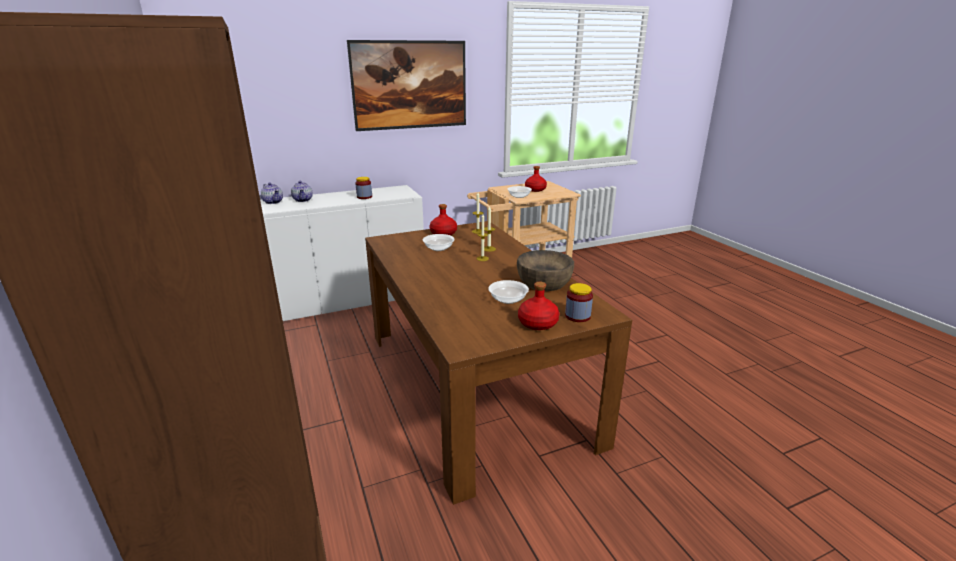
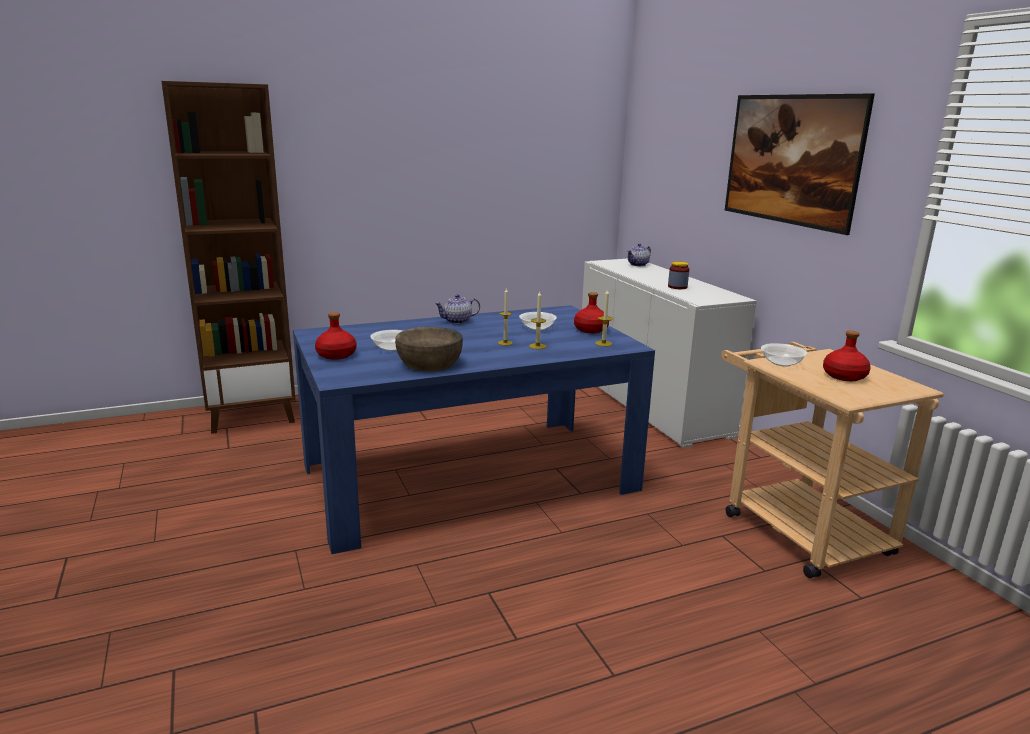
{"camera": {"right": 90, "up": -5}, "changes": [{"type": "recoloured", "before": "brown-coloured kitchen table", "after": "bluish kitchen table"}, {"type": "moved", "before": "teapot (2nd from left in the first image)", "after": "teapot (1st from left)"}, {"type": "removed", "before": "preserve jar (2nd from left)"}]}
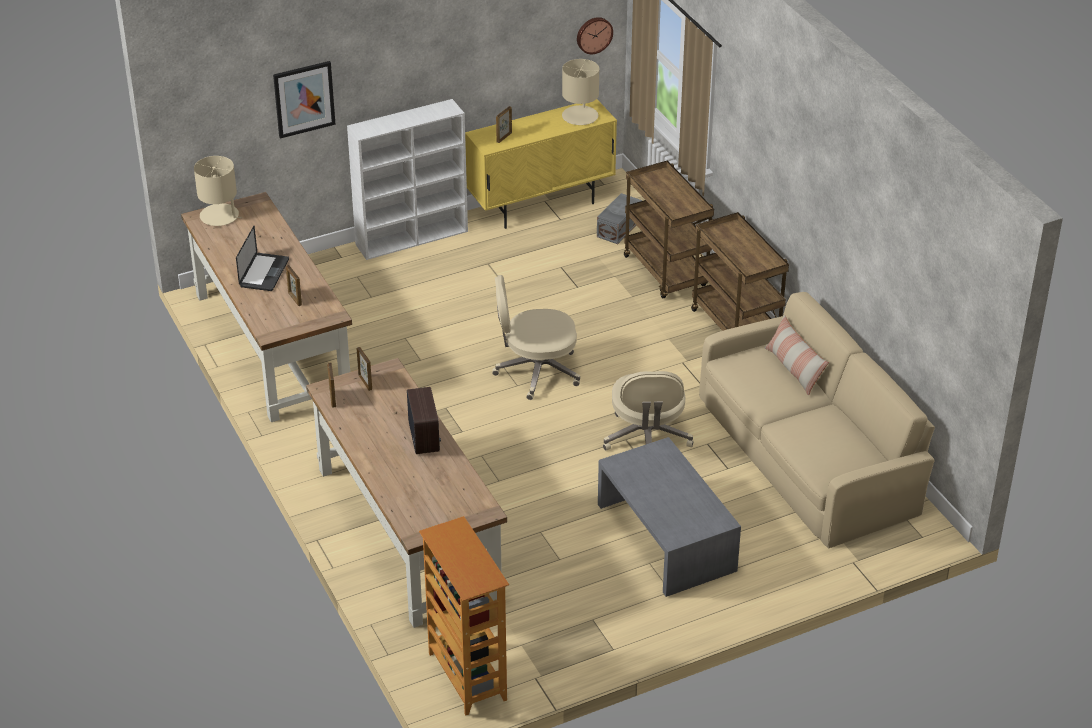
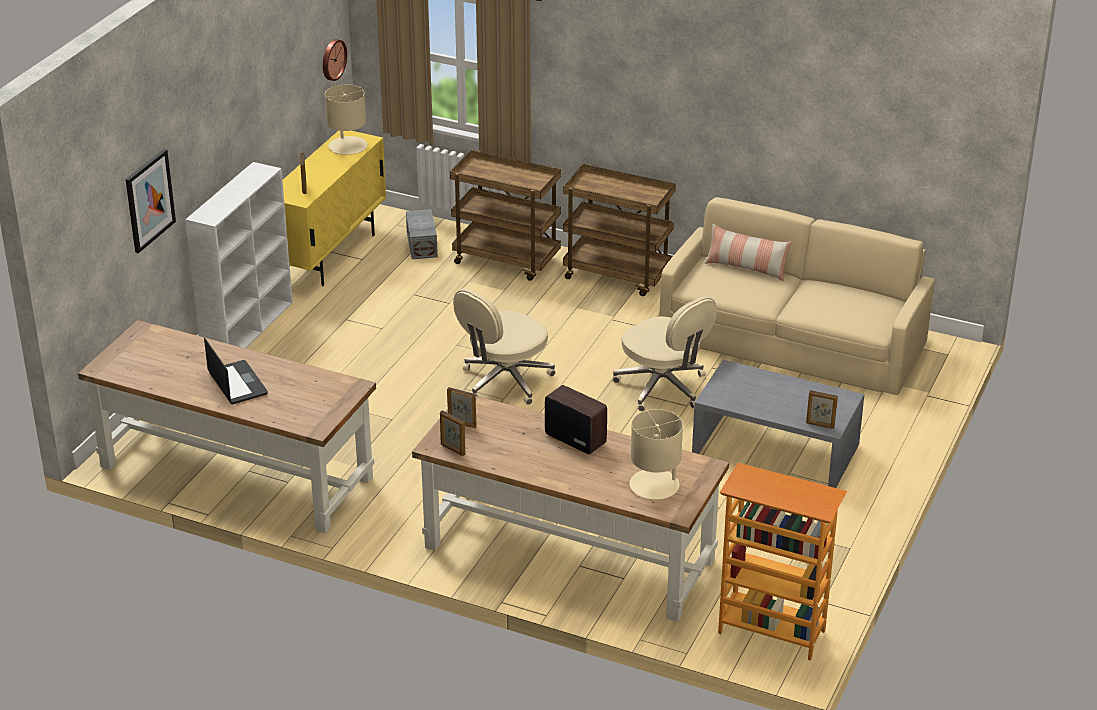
{"camera": {"right": -40, "up": -5}, "changes": [{"type": "moved", "before": "sand-coloured tabletop lamp (1st from left in the first image)", "after": "sand-coloured tabletop lamp (2nd from left)"}, {"type": "moved", "before": "photo frame (1st from left in the first image)", "after": "photo frame (4th from left)"}]}
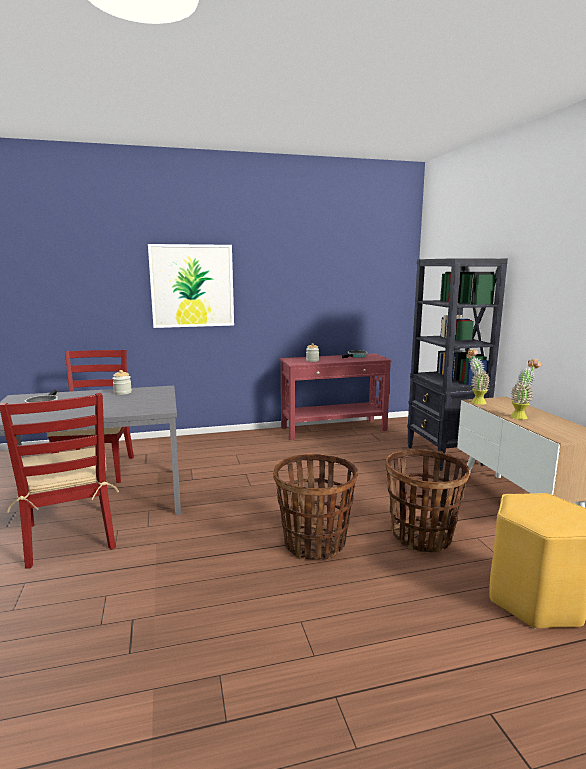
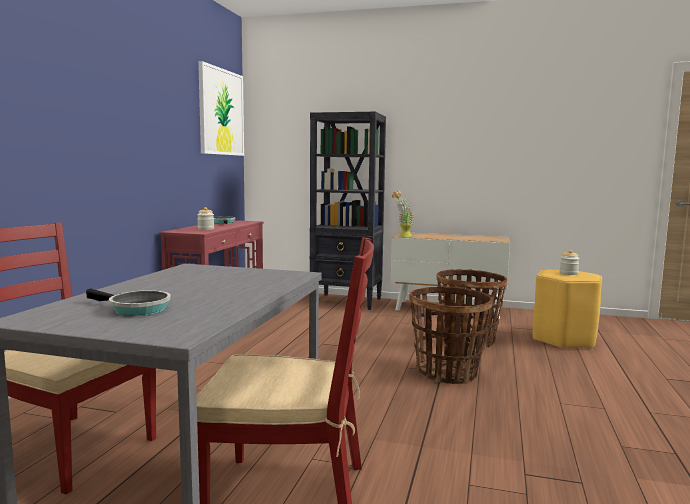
{"camera": {"right": -60, "up": -5}, "changes": [{"type": "moved", "before": "picture"}, {"type": "moved", "before": "preserve jar (1st from left in the first image)", "after": "preserve jar (2nd from left)"}, {"type": "removed", "before": "potted plant (2nd from left)"}]}
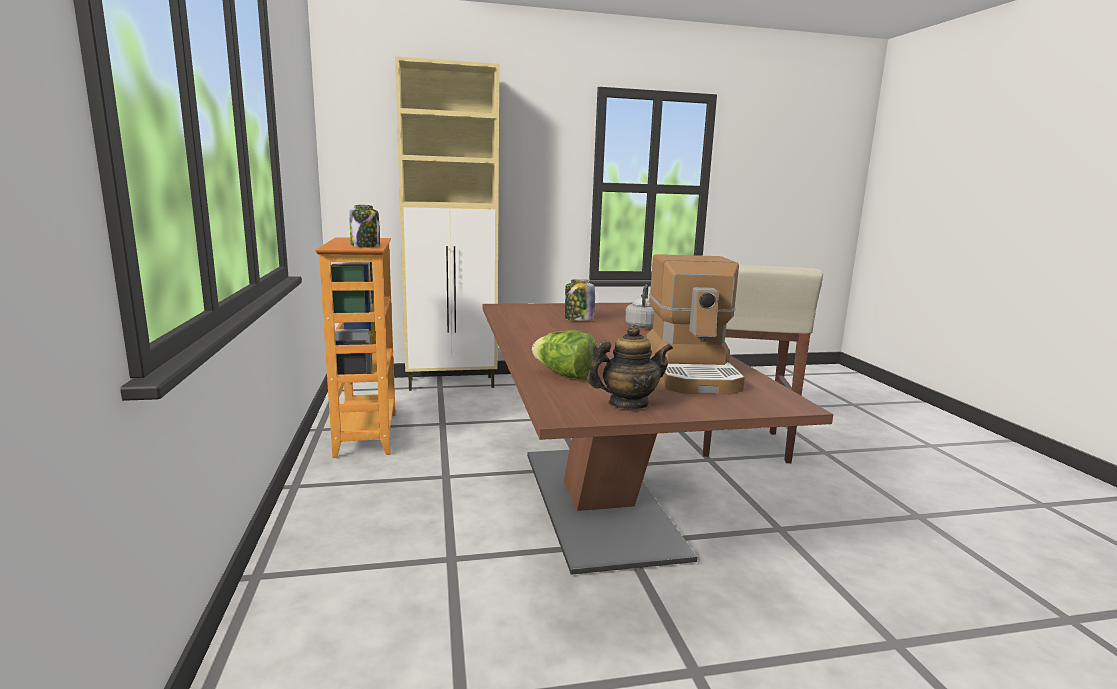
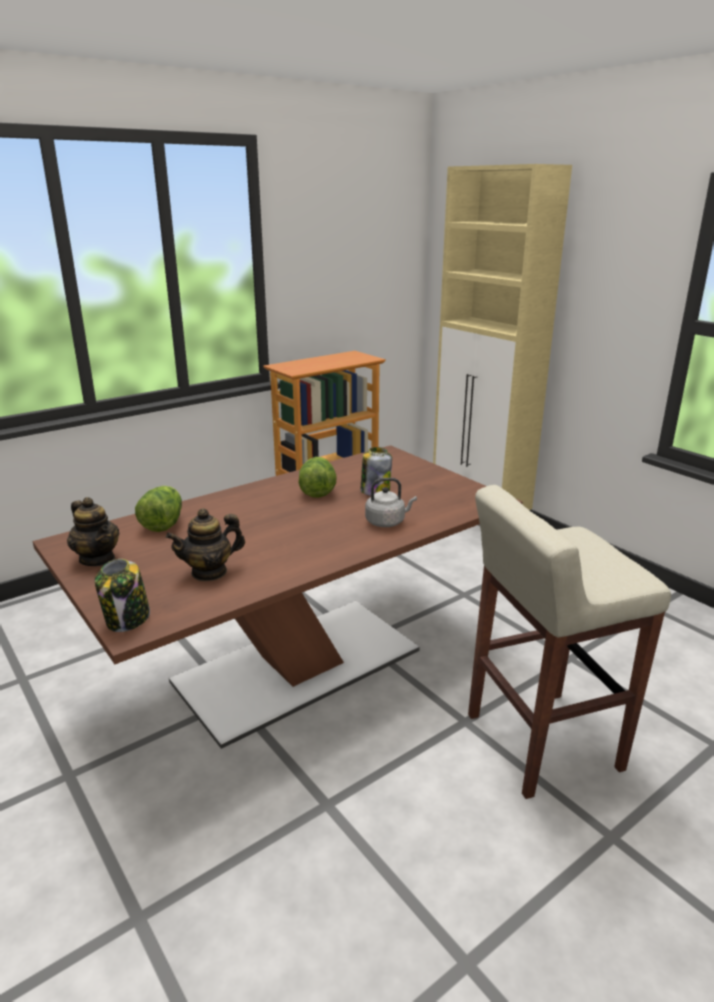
{"camera": {"right": 65, "up": 10}, "changes": [{"type": "moved", "before": "preserve jar (1st from left)"}, {"type": "replaced", "before": "coffee brewer", "after": "teapot (2nd from left)"}, {"type": "added", "after": "head of lettuce (2nd from left)"}]}
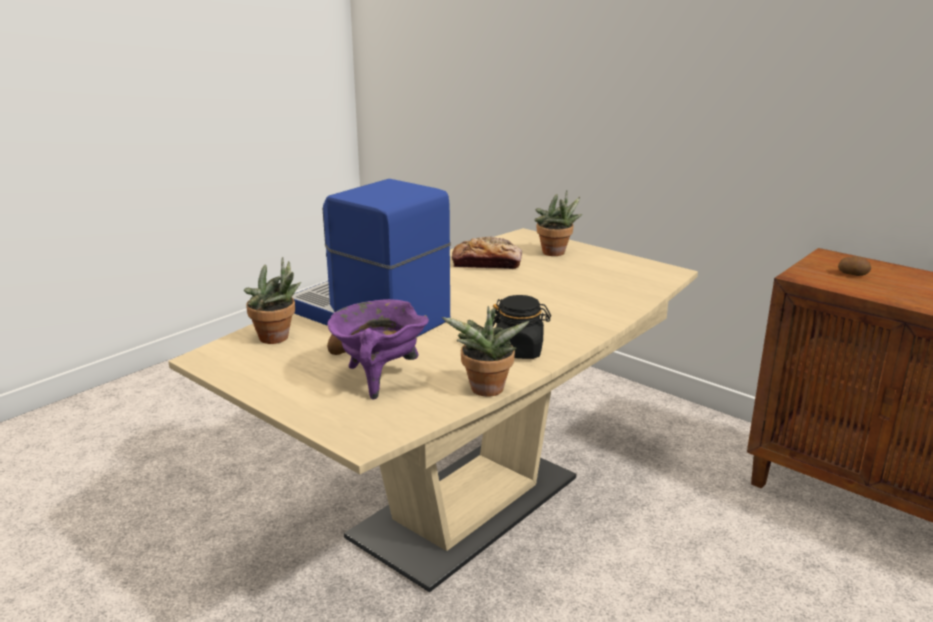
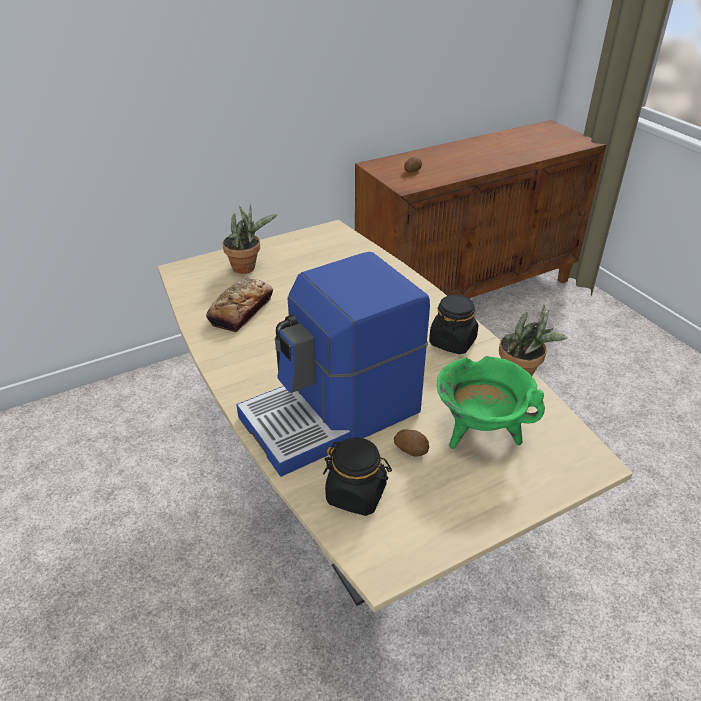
{"camera": {"right": -70, "up": 15}, "changes": [{"type": "replaced", "before": "potted plant (1st from left)", "after": "black preserve jar (1st from left)"}, {"type": "recoloured", "before": "purplish saucepot", "after": "green saucepot"}]}
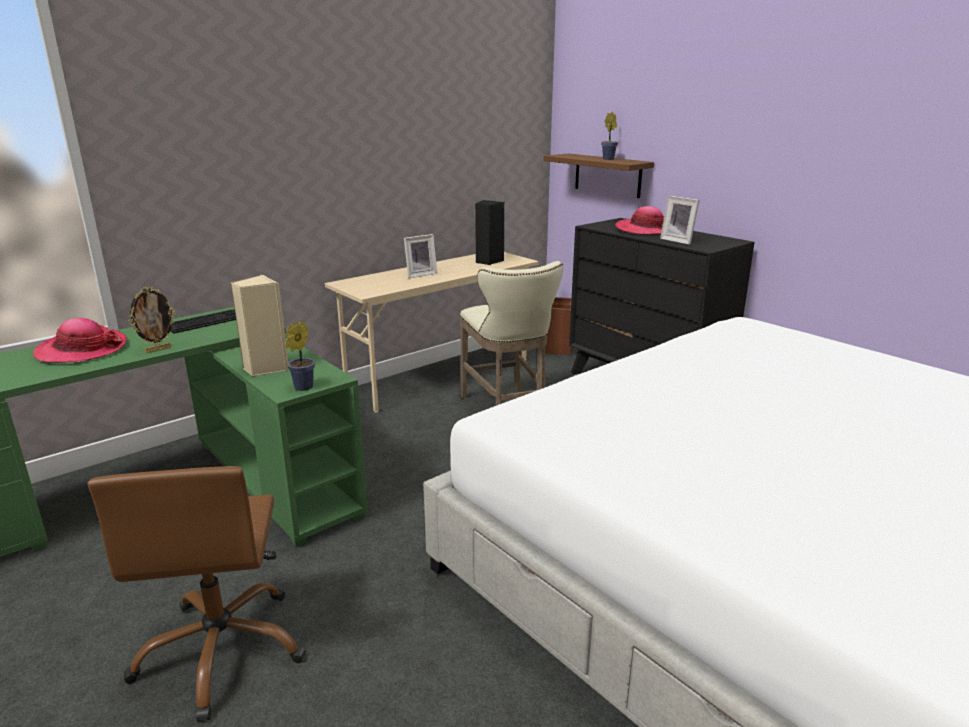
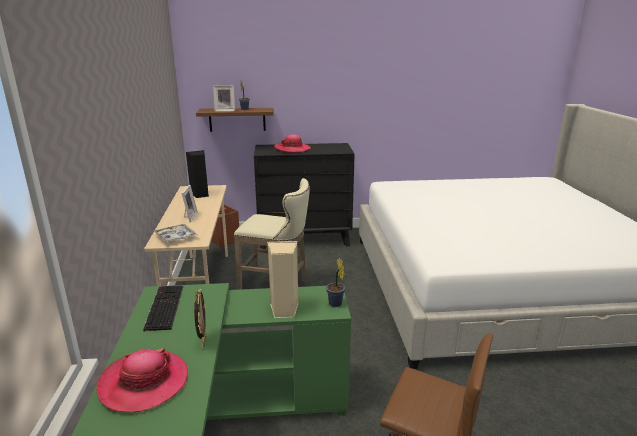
{"camera": {"right": -55, "up": 0}, "changes": [{"type": "added", "after": "serving tray"}, {"type": "moved", "before": "photo frame (3rd from left)"}]}
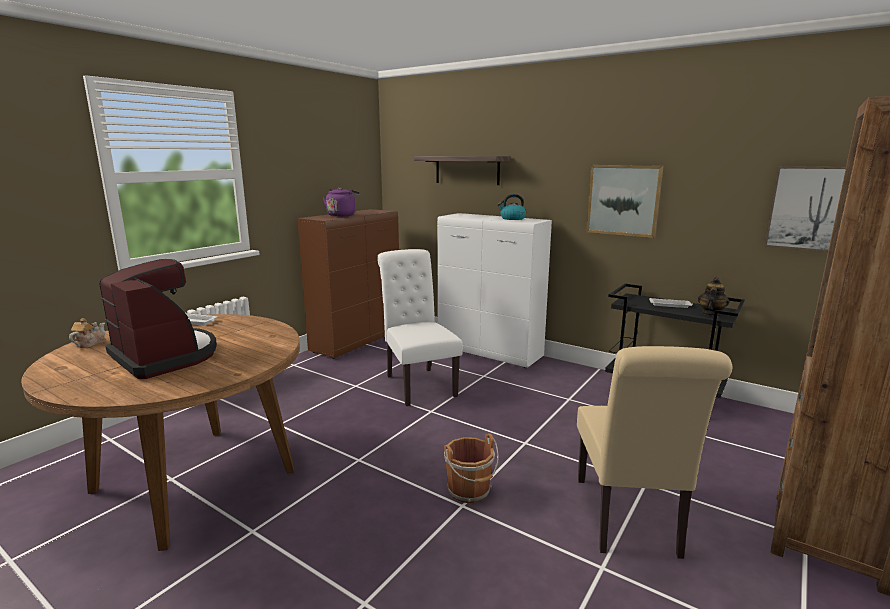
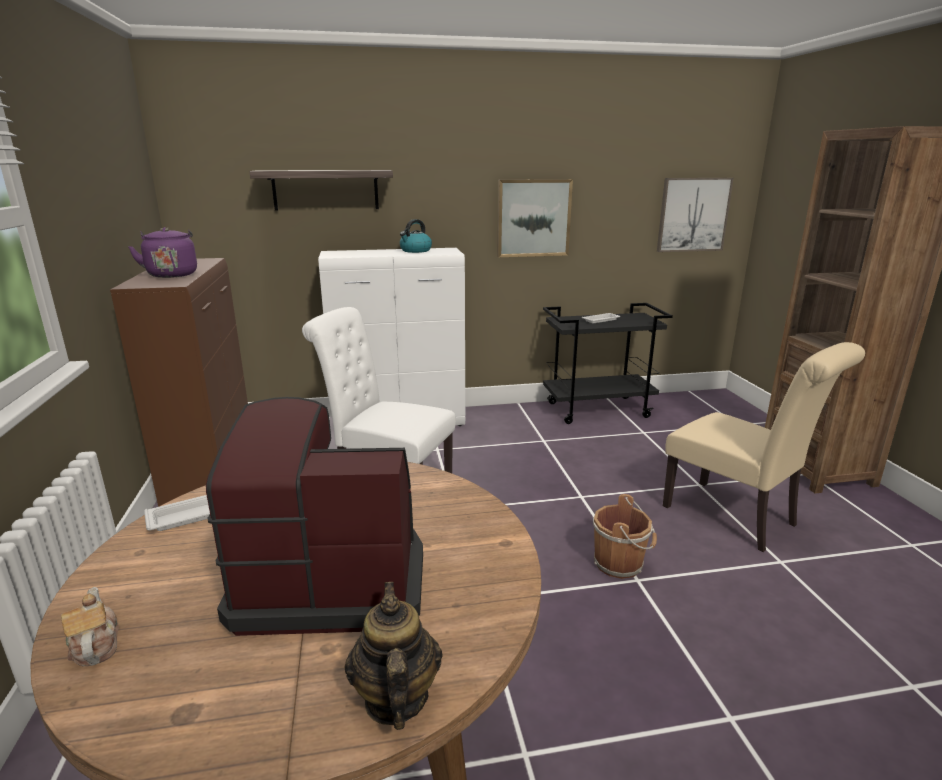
{"camera": {"right": -45, "up": 5}, "changes": [{"type": "moved", "before": "teapot (2nd from left)"}]}
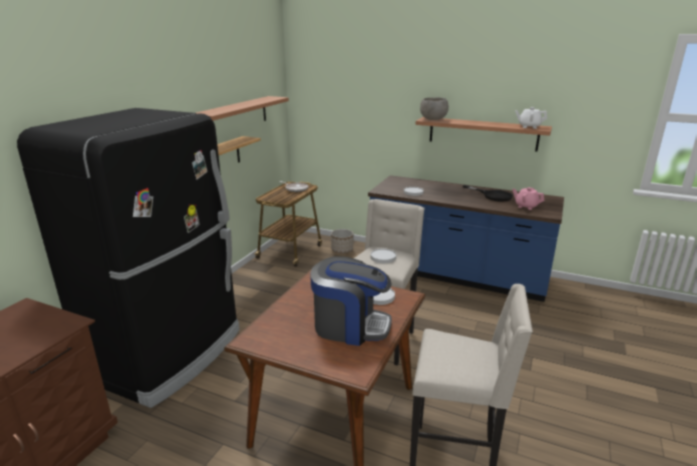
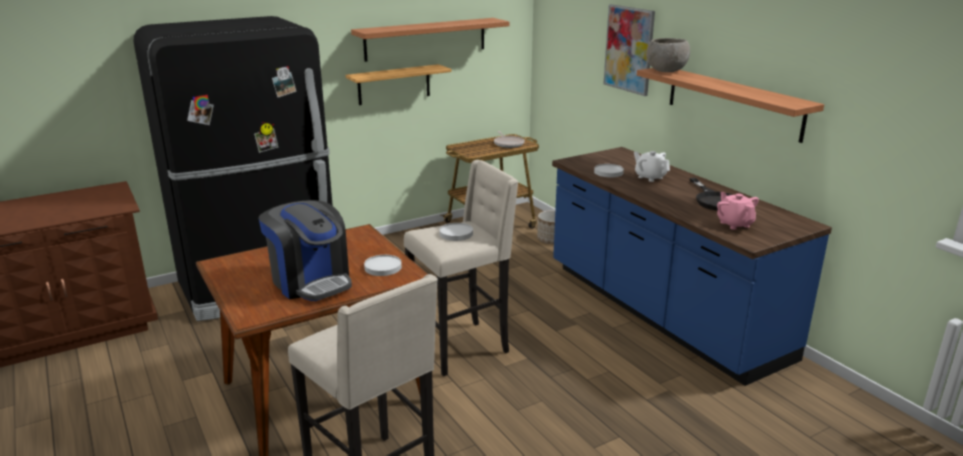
{"camera": {"right": 35, "up": 0}, "changes": [{"type": "added", "after": "picture"}, {"type": "moved", "before": "white-coloured teapot"}]}
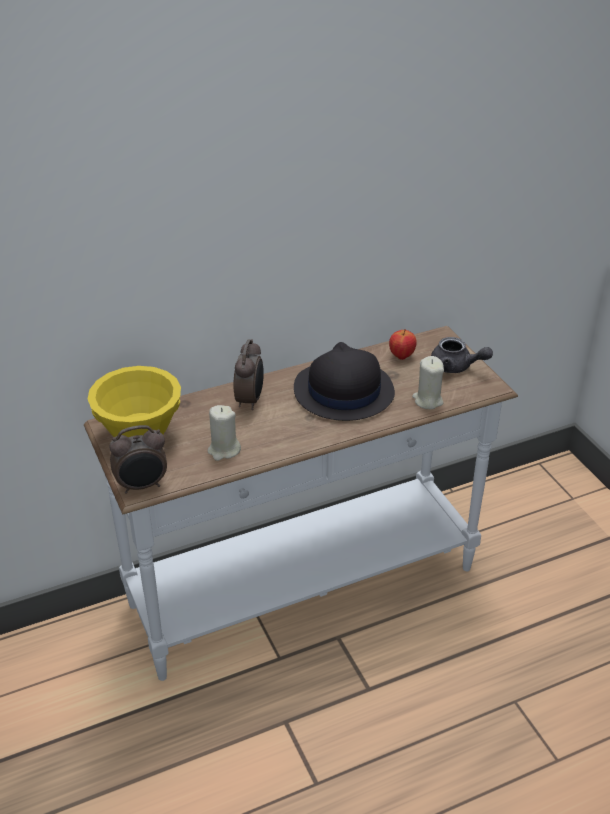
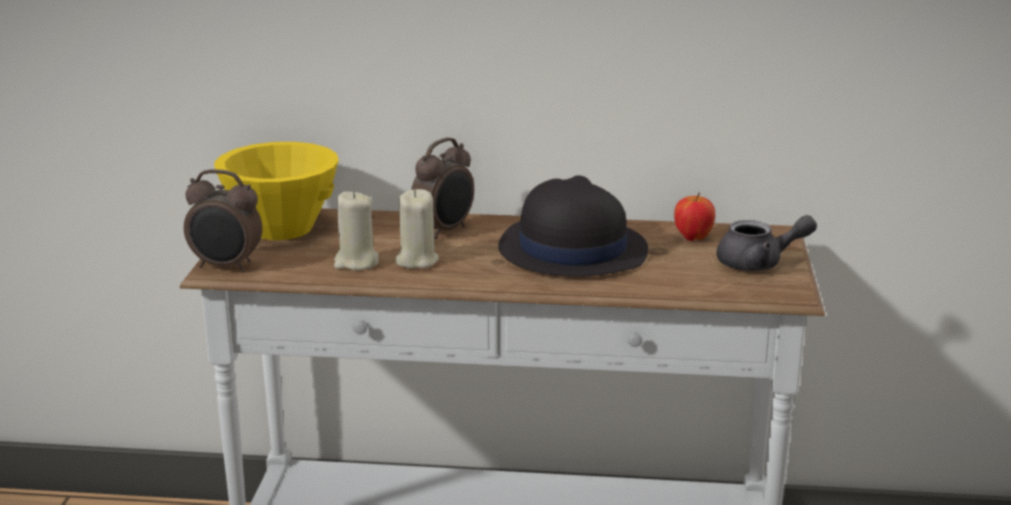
{"camera": {"right": 30, "up": -15}, "changes": [{"type": "moved", "before": "sand-coloured wax candle (2nd from left)"}, {"type": "turned", "before": "gray teapot", "turn": -60}]}
